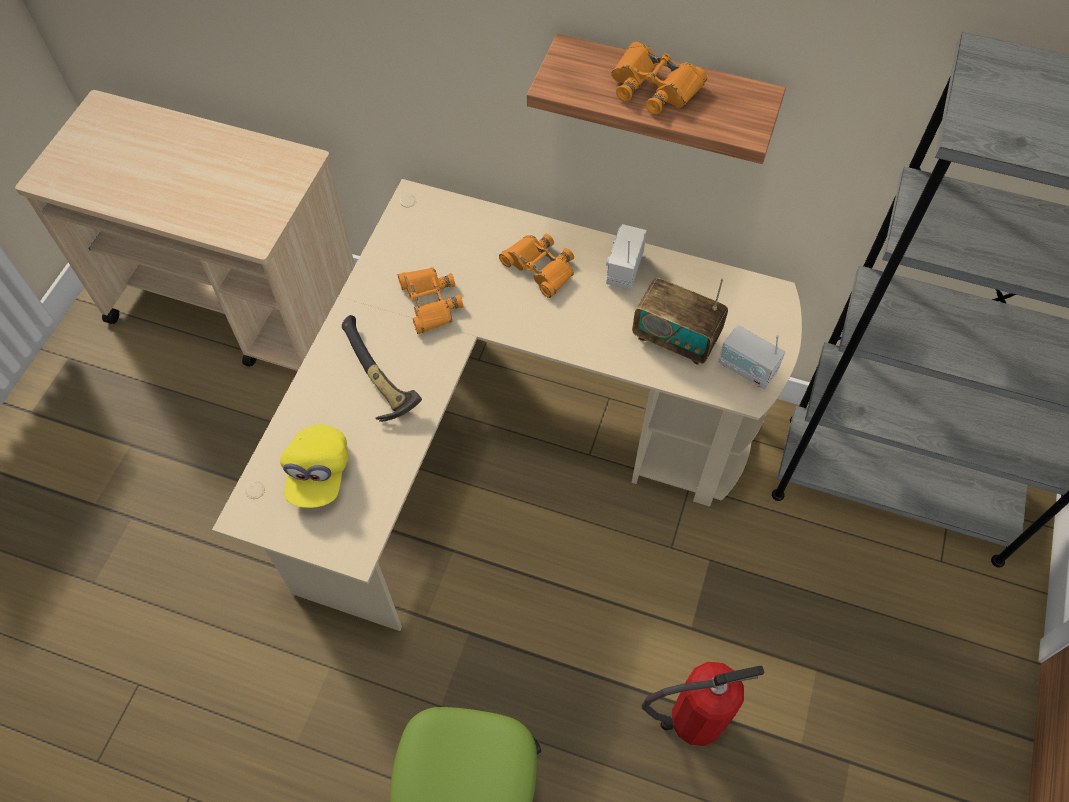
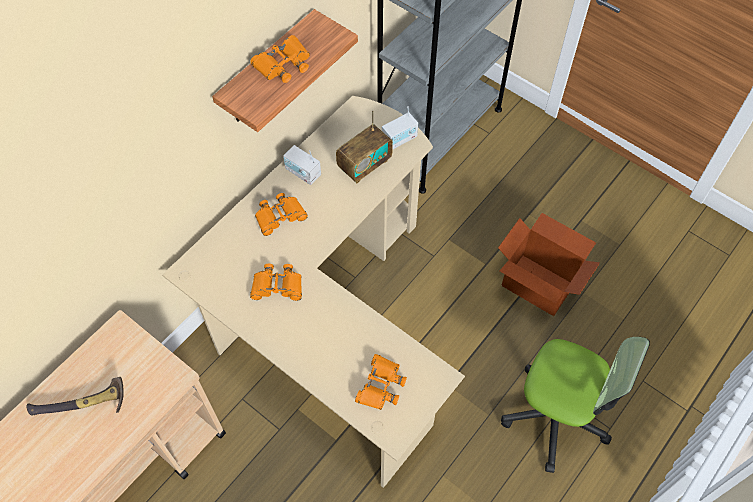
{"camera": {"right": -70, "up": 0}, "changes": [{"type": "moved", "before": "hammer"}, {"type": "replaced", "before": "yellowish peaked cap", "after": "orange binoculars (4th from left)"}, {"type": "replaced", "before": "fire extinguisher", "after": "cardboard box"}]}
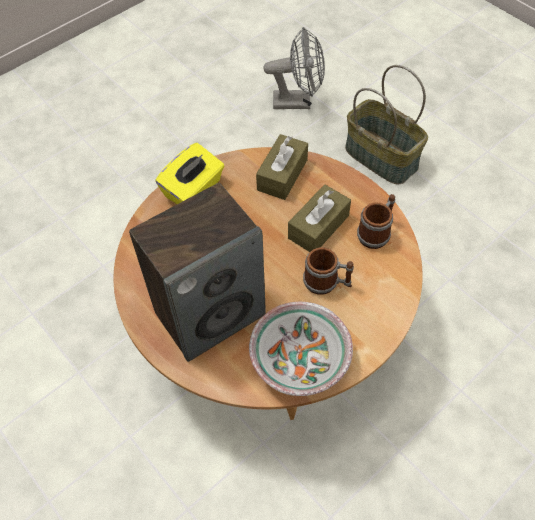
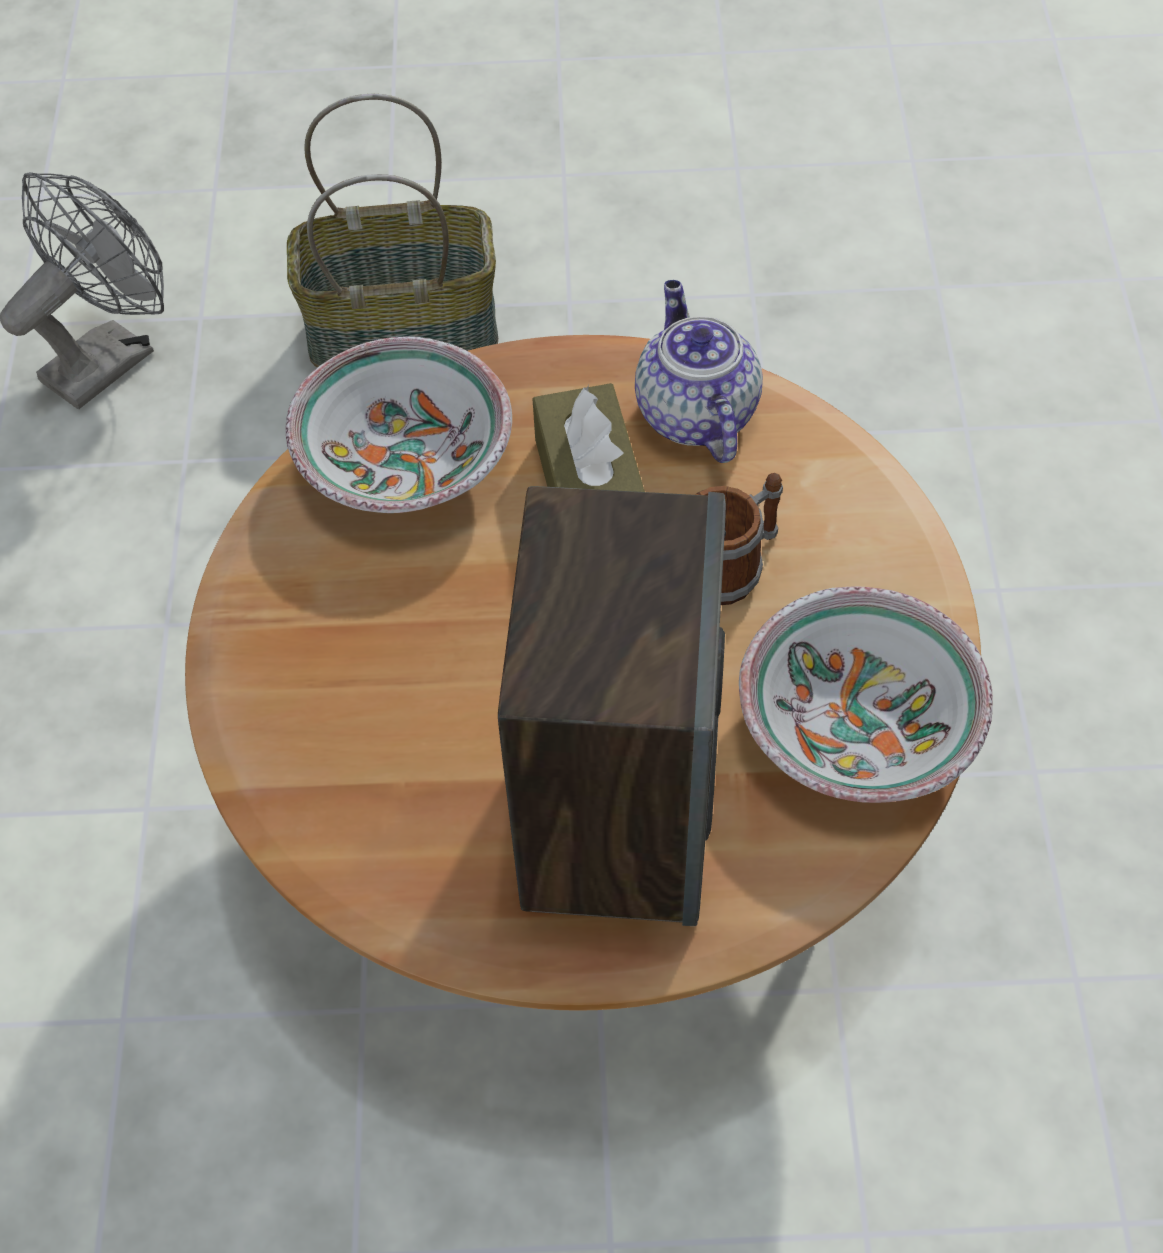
{"camera": {"right": -50, "up": 0}, "changes": [{"type": "replaced", "before": "brown-coloured tissue box (1st from left)", "after": "serving bowl (1st from left)"}, {"type": "replaced", "before": "mug (2nd from left)", "after": "teapot"}, {"type": "removed", "before": "yellowish tissue box"}]}
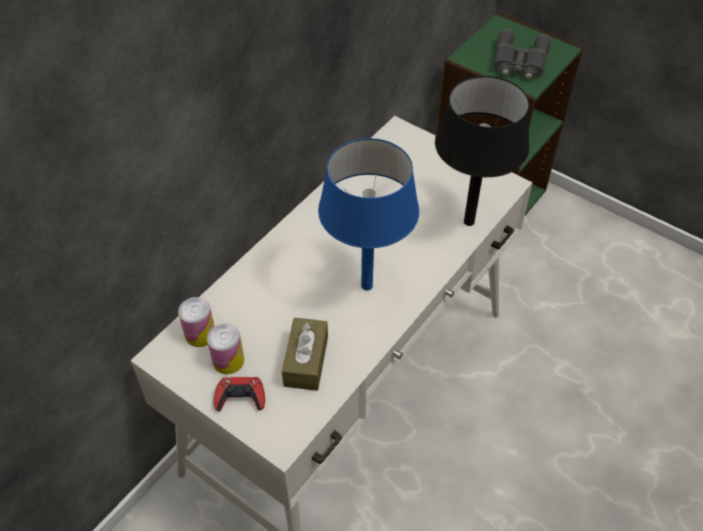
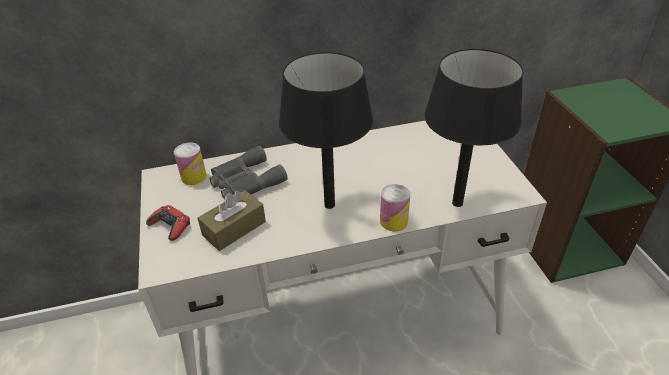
{"camera": {"right": 40, "up": -10}, "changes": [{"type": "moved", "before": "gray binoculars"}, {"type": "recoloured", "before": "bluish tabletop lamp", "after": "black tabletop lamp (1st from left)"}, {"type": "moved", "before": "metal can (2nd from left)"}]}
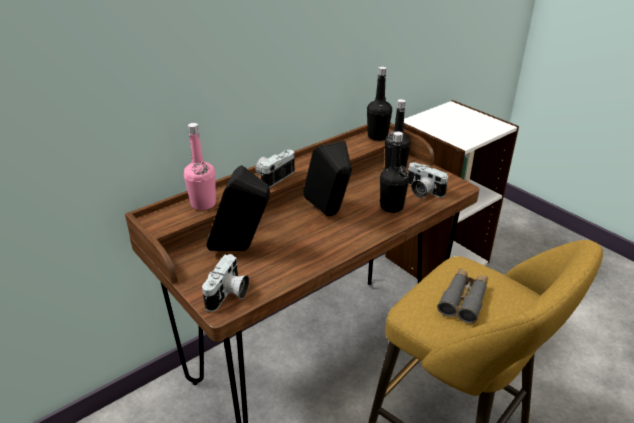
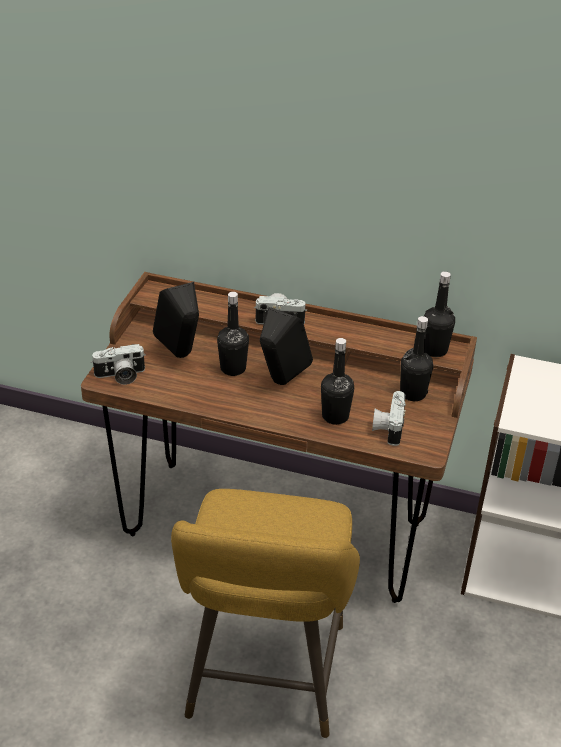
{"camera": {"right": 55, "up": 5}, "changes": [{"type": "added", "after": "black bottle (1st from left)"}, {"type": "removed", "before": "pink bottle"}, {"type": "removed", "before": "gray binoculars"}]}
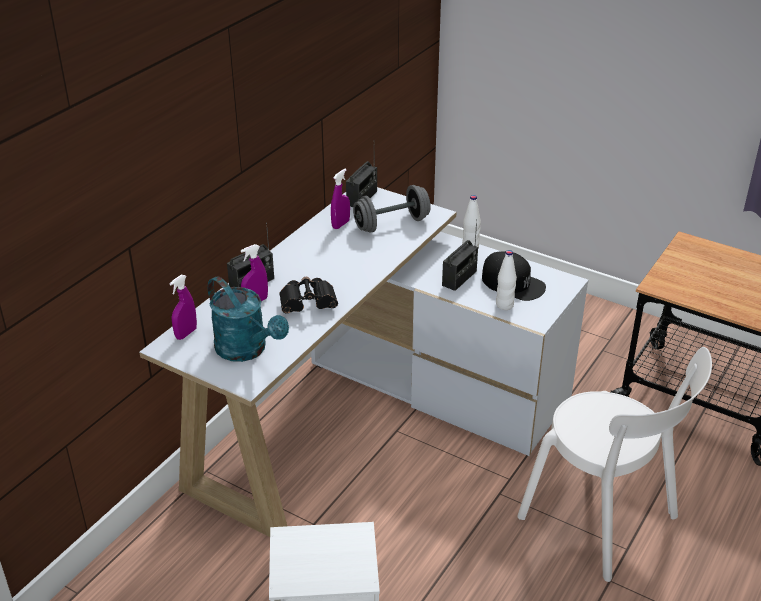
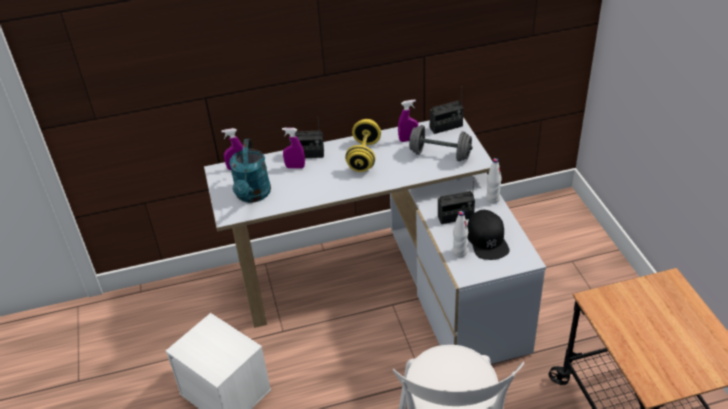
{"camera": {"right": 45, "up": 5}, "changes": [{"type": "added", "after": "yellowish free weight"}, {"type": "removed", "before": "black binoculars"}]}
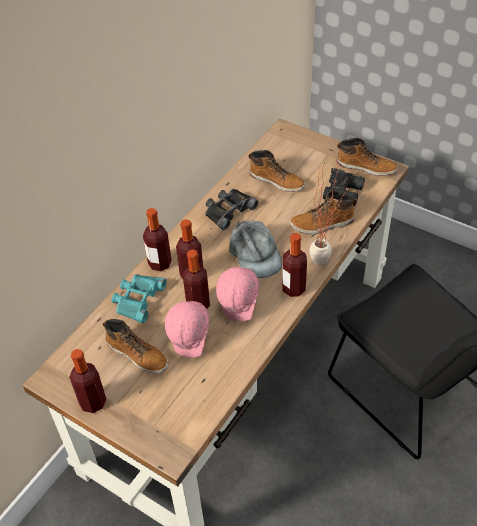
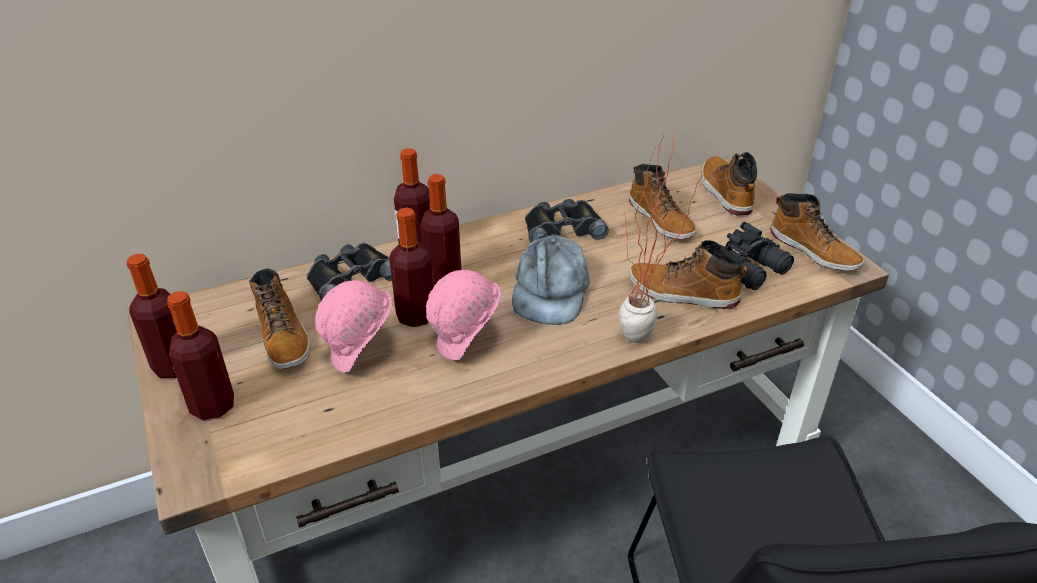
{"camera": {"right": 30, "up": -10}, "changes": [{"type": "moved", "before": "bottle (5th from left in the first image)", "after": "bottle (2nd from left)"}, {"type": "recoloured", "before": "turquoise-coloured binoculars", "after": "black binoculars (1st from left)"}, {"type": "added", "after": "tall boot (4th from left)"}]}
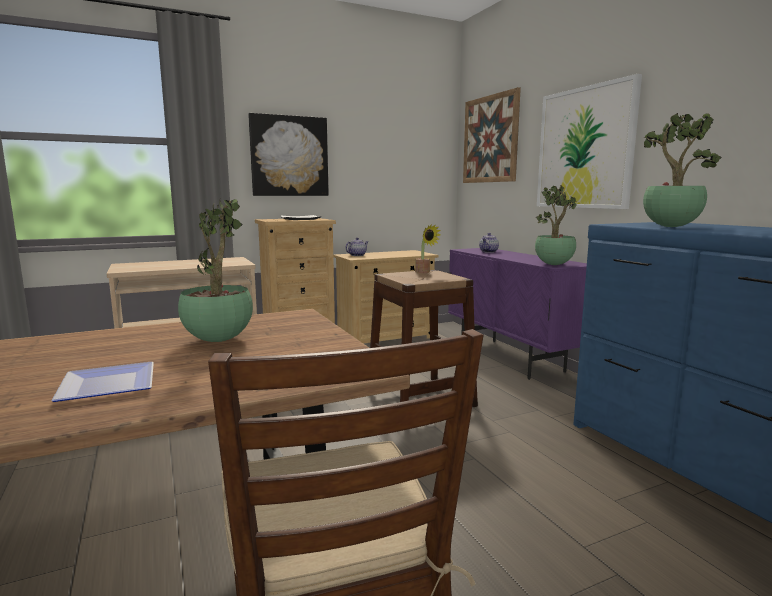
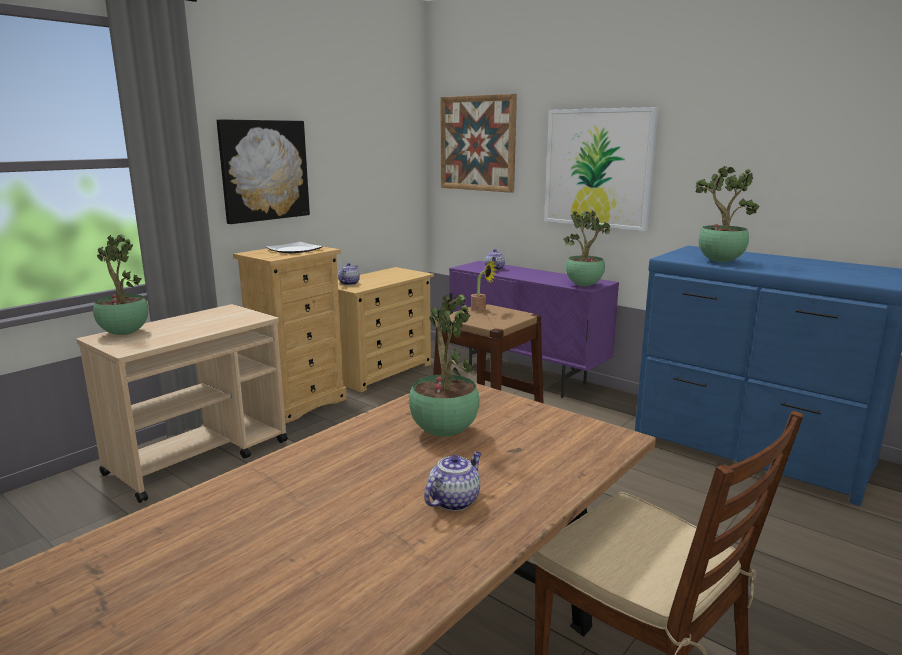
{"camera": {"right": -25, "up": 5}, "changes": [{"type": "added", "after": "potted plant (1st from left)"}, {"type": "replaced", "before": "dinner plate (1st from left)", "after": "teapot (2nd from left)"}]}
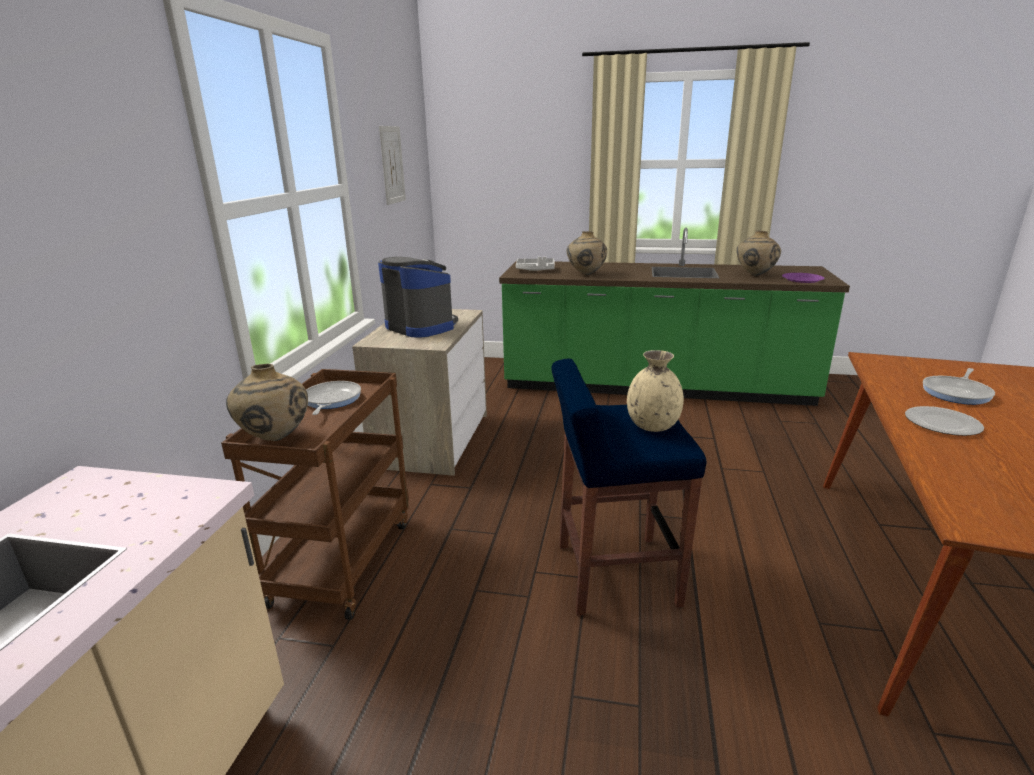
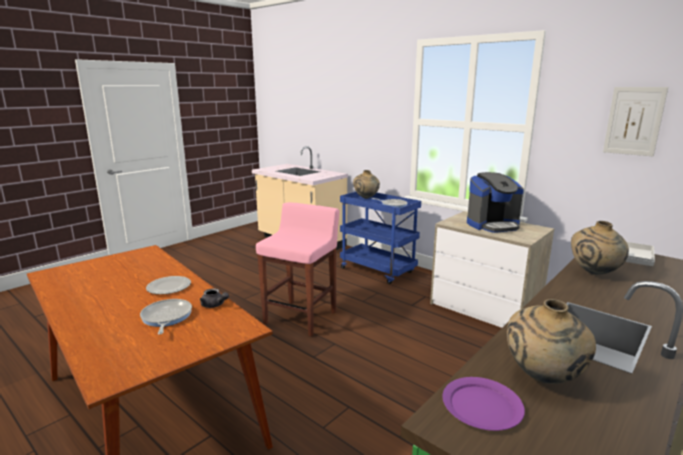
{"camera": {"right": 120, "up": -5}, "changes": [{"type": "added", "after": "gray teapot"}, {"type": "recoloured", "before": "bluish stool", "after": "pink stool"}, {"type": "recoloured", "before": "brown-coloured cart", "after": "bluish cart"}, {"type": "removed", "before": "sand-coloured flower vase (3rd from left)"}]}
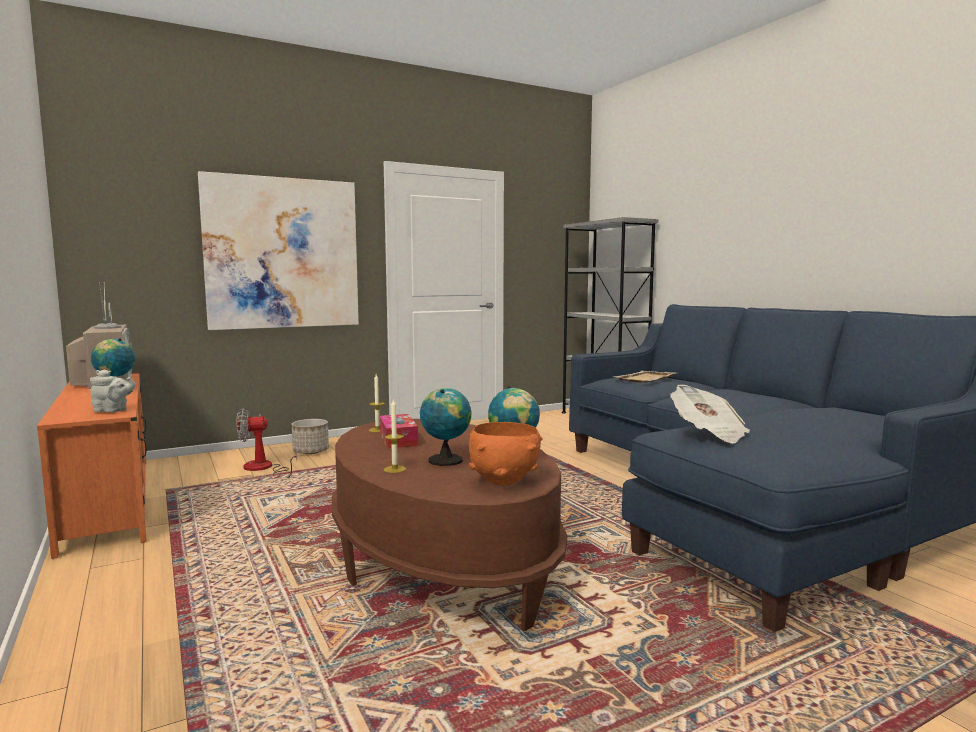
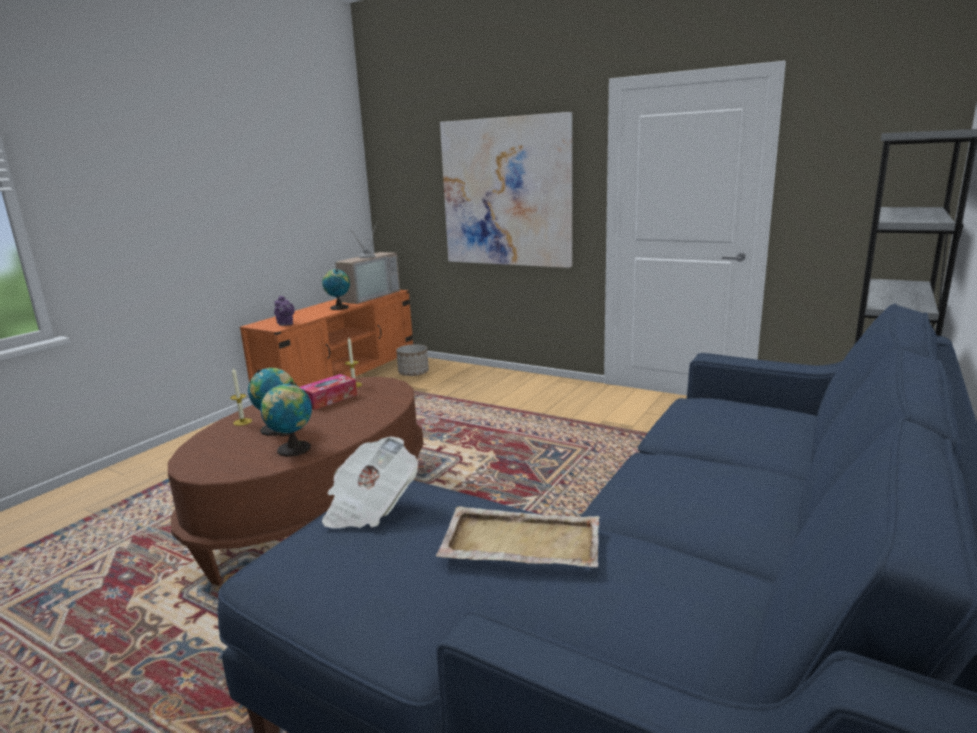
{"camera": {"right": 60, "up": 10}, "changes": [{"type": "recoloured", "before": "gray teapot", "after": "purplish teapot"}, {"type": "moved", "before": "flower pot"}, {"type": "moved", "before": "sand-coloured serving tray"}, {"type": "removed", "before": "cooling fan"}, {"type": "removed", "before": "orange serving bowl"}]}
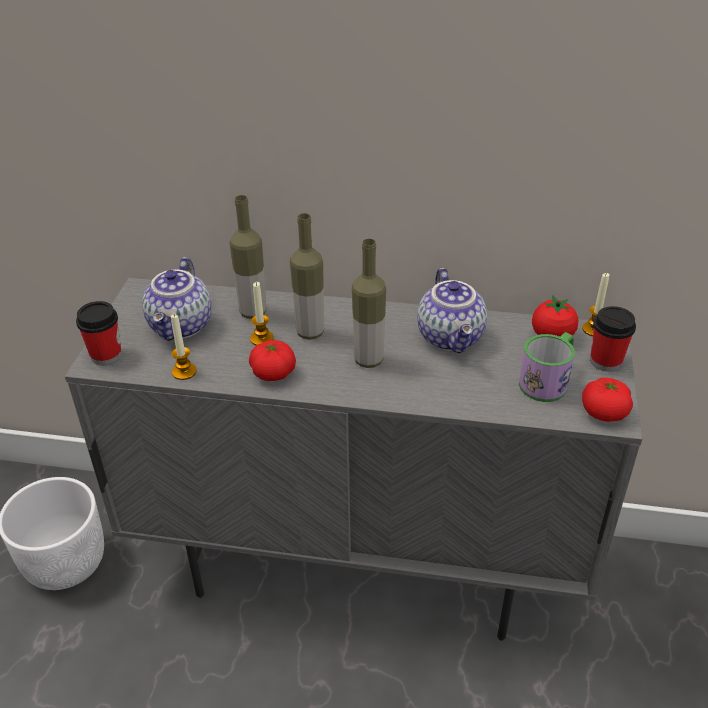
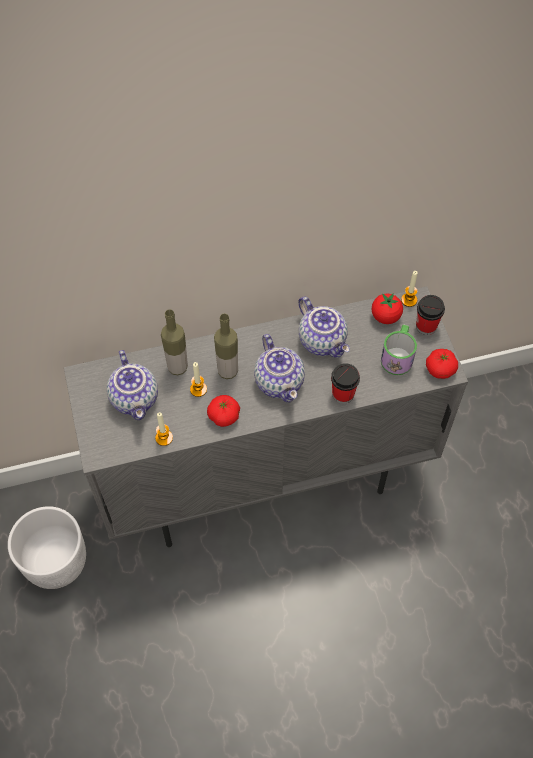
{"camera": {"right": -25, "up": 20}, "changes": [{"type": "replaced", "before": "bottle (3rd from left)", "after": "teapot (2nd from left)"}, {"type": "moved", "before": "cup (1st from left)"}]}
